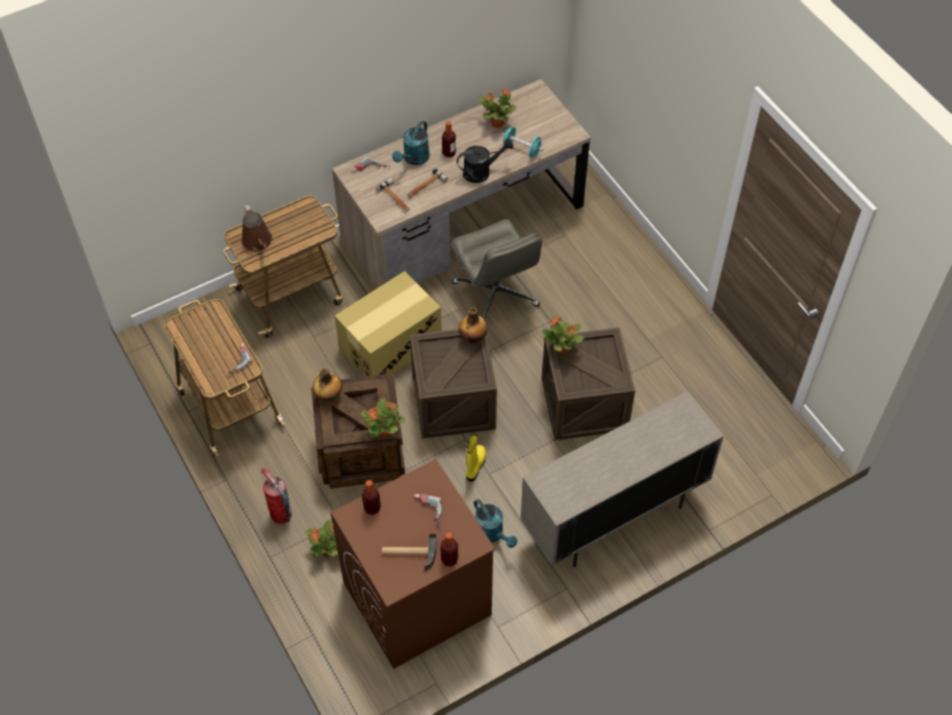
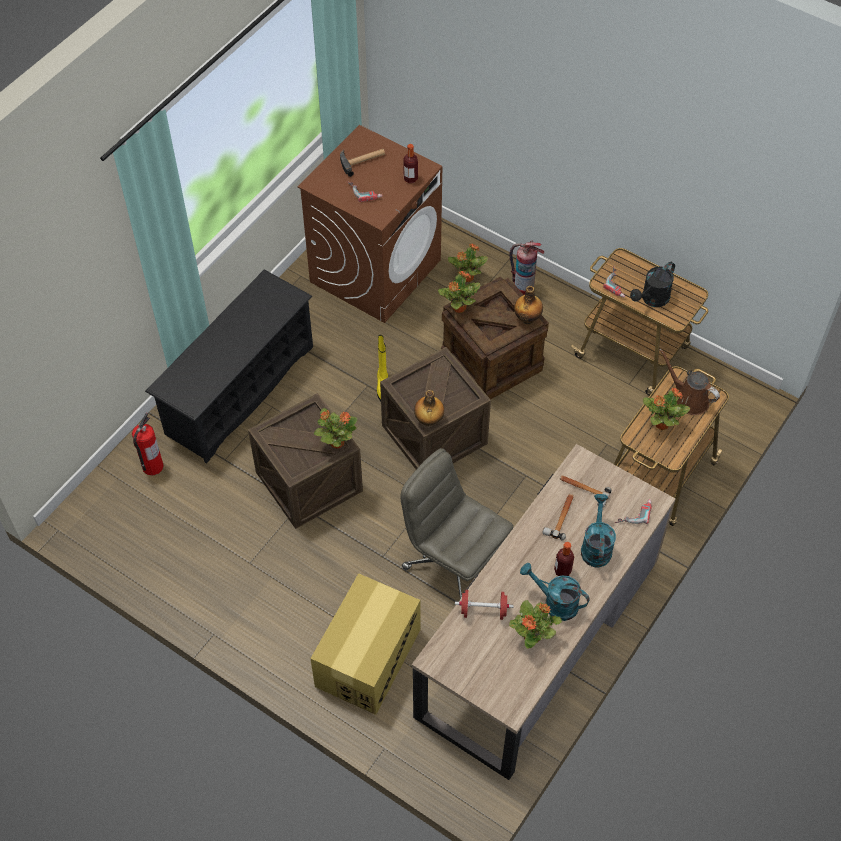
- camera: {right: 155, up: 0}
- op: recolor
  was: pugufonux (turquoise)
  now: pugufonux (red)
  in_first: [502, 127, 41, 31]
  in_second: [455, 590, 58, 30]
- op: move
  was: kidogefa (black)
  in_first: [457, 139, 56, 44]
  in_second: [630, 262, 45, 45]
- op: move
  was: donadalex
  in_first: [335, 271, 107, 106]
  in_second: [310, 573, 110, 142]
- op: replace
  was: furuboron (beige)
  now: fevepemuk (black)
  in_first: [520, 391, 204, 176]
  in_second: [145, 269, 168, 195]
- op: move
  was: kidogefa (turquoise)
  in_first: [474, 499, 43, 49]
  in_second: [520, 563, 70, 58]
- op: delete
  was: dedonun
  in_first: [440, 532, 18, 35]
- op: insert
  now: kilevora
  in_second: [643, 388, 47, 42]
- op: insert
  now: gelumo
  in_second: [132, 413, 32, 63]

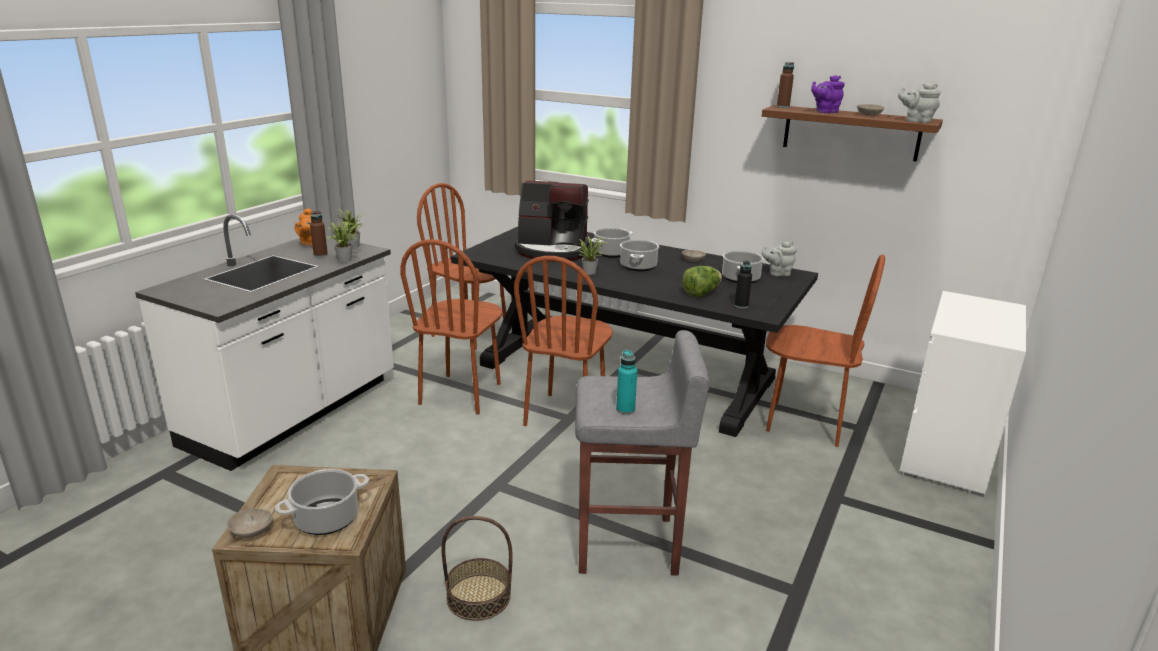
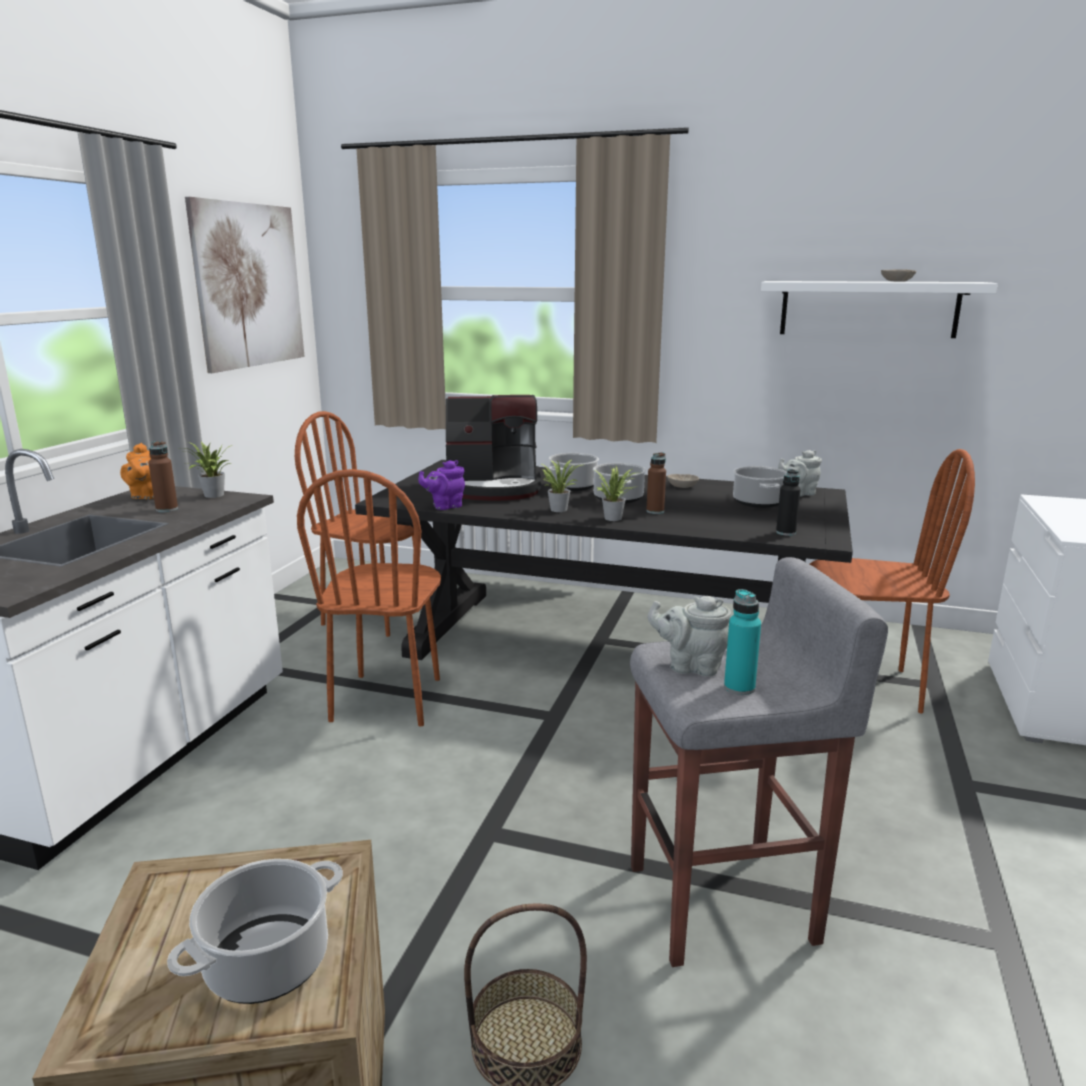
- camera: {right: -10, up: -5}
- op: move
  was: dedonun (brown)
  in_first: [777, 62, 17, 46]
  in_second: [646, 452, 20, 62]
- op: move
  was: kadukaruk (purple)
  in_first: [811, 75, 34, 38]
  in_second: [418, 460, 47, 50]
- op: move
  was: kadukaruk (grey)
  in_first: [898, 83, 43, 40]
  in_second: [648, 596, 83, 81]
- op: recolor
  was: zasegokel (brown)
  now: zasegokel (white)
  in_first: [762, 105, 181, 57]
  in_second: [761, 281, 237, 57]
- op: move
  was: kilevora
  in_first: [327, 220, 31, 42]
  in_second: [595, 466, 41, 55]
- op: delete
  was: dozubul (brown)
  in_first: [514, 256, 99, 170]
- op: delete
  was: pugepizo
  in_first: [682, 266, 40, 31]
- op: delete
  was: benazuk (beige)
  in_first: [227, 508, 46, 30]
- op: insert
  now: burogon
  in_second: [185, 197, 120, 176]

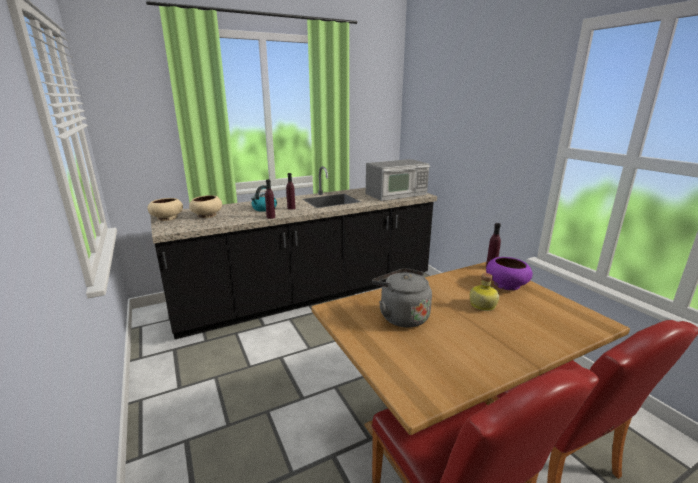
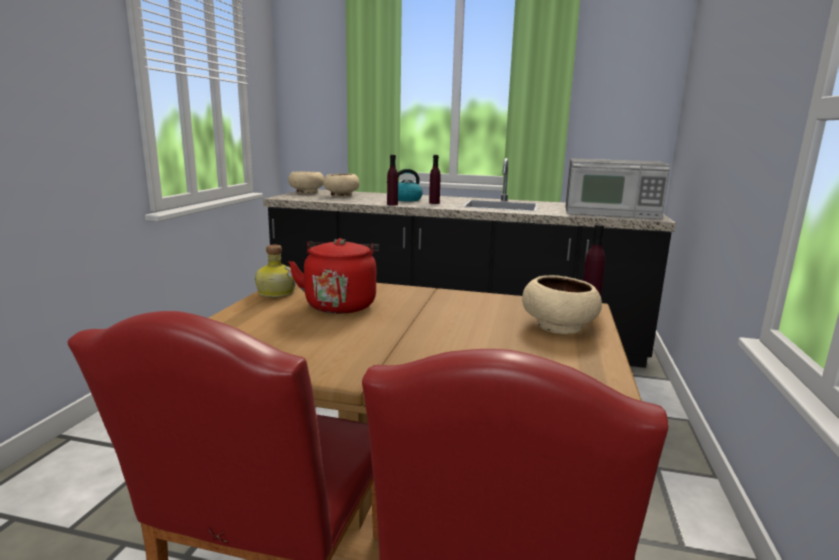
- camera: {right: 40, up: -5}
- op: recolor
  was: benazuk (purple)
  now: benazuk (beige)
  in_first: [486, 257, 47, 33]
  in_second: [522, 275, 80, 59]
- op: recolor
  was: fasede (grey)
  now: fasede (red)
  in_first: [372, 268, 60, 60]
  in_second: [289, 238, 90, 76]
- op: move
  was: dedonun
  in_first: [470, 273, 29, 38]
  in_second: [255, 245, 41, 52]

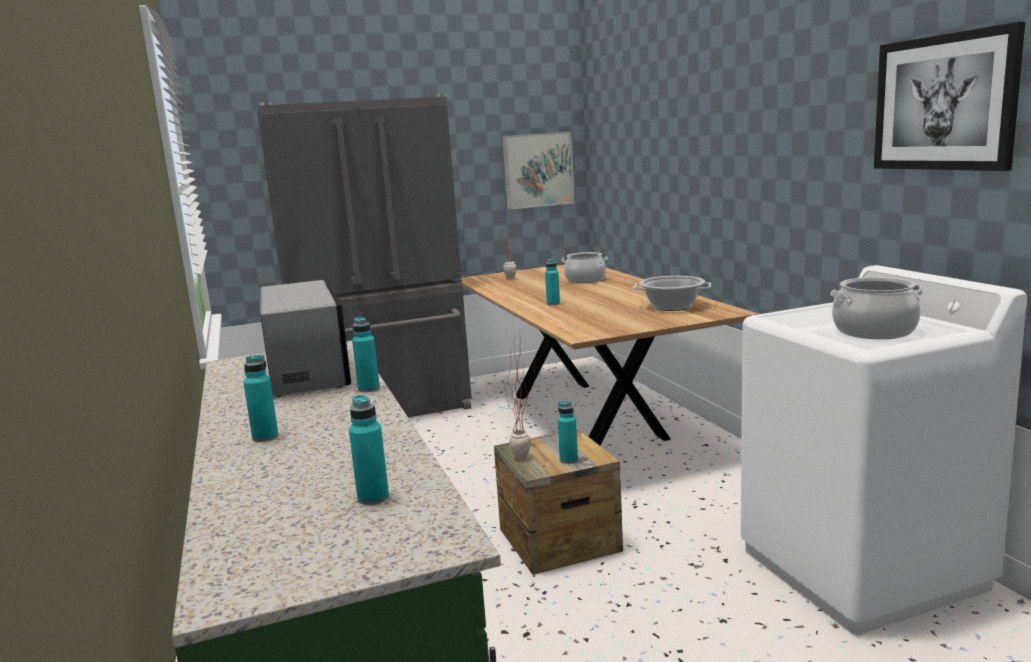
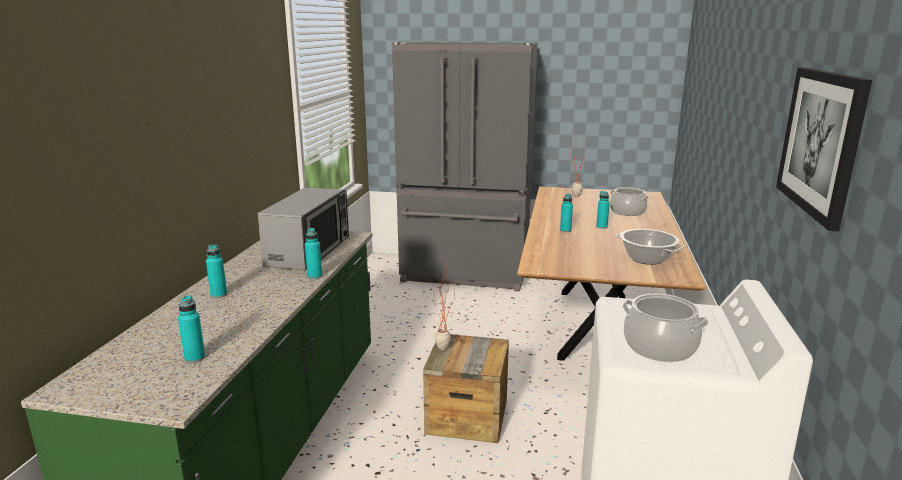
- camera: {right: 30, up: 5}
- op: delete
  was: burogon
  in_first: [503, 132, 71, 78]
- op: move
  was: dedonun (turquoise)
  in_first: [558, 401, 20, 63]
  in_second: [596, 191, 14, 38]

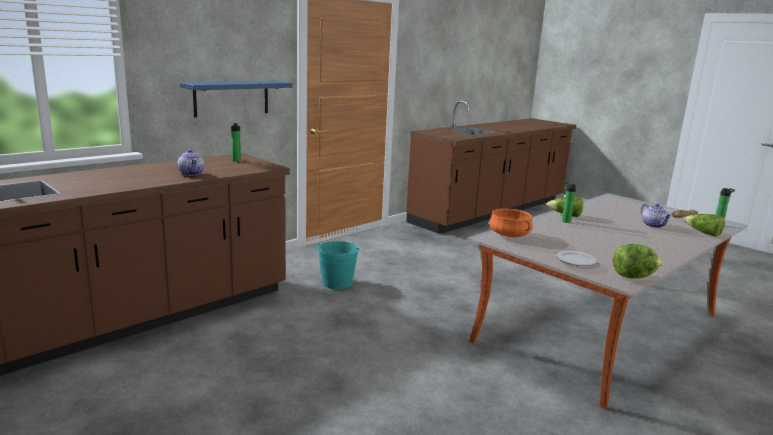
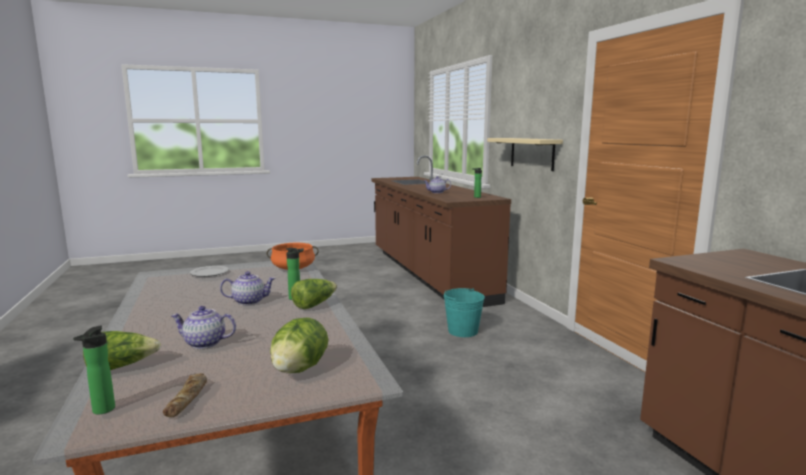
- camera: {right: 115, up: -5}
- op: recolor
  was: zasegokel (blue)
  now: zasegokel (beige)
  in_first: [180, 81, 112, 36]
  in_second: [487, 138, 76, 33]
- op: move
  was: pugepizo
  in_first: [613, 244, 49, 35]
  in_second: [270, 317, 59, 56]
- op: insert
  now: kadukaruk
  in_second: [220, 271, 55, 34]

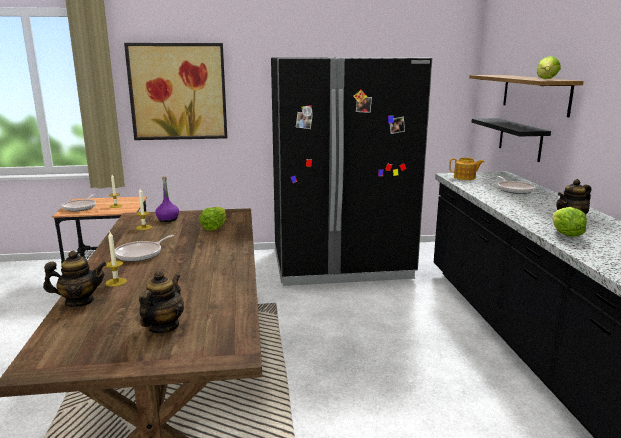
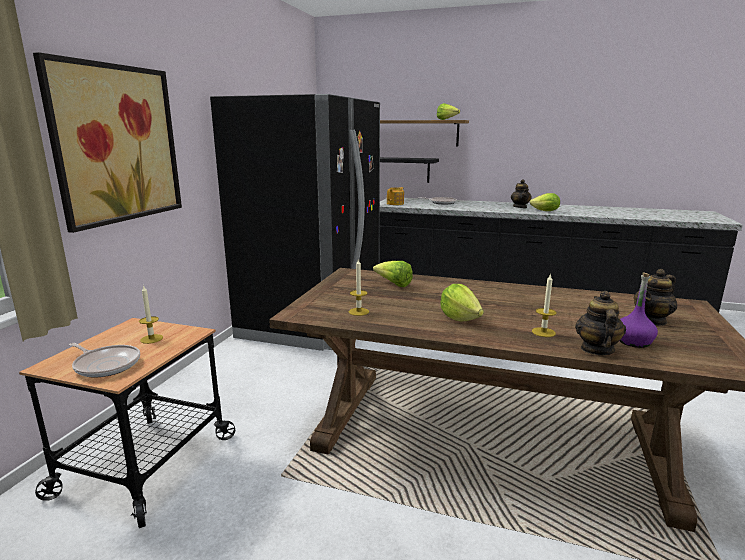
- camera: {right: -65, up: 0}
- op: move
  was: dedonun (purple)
  in_first: [155, 176, 24, 46]
  in_second: [620, 272, 38, 76]
- op: replace
  was: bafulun
  now: pugepizo
  in_first: [115, 235, 59, 27]
  in_second: [440, 284, 44, 38]
- op: rotate
  was: kadukaruk
  in_first: [139, 271, 45, 63]
  in_second: [634, 269, 43, 57]
  clockwise: -75

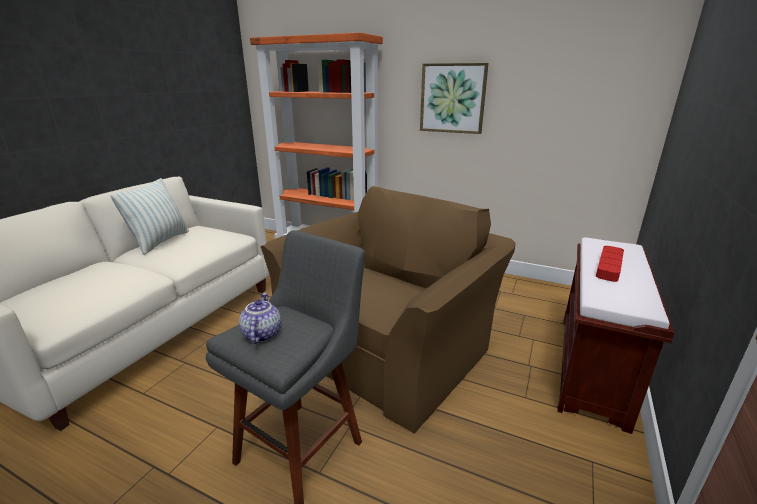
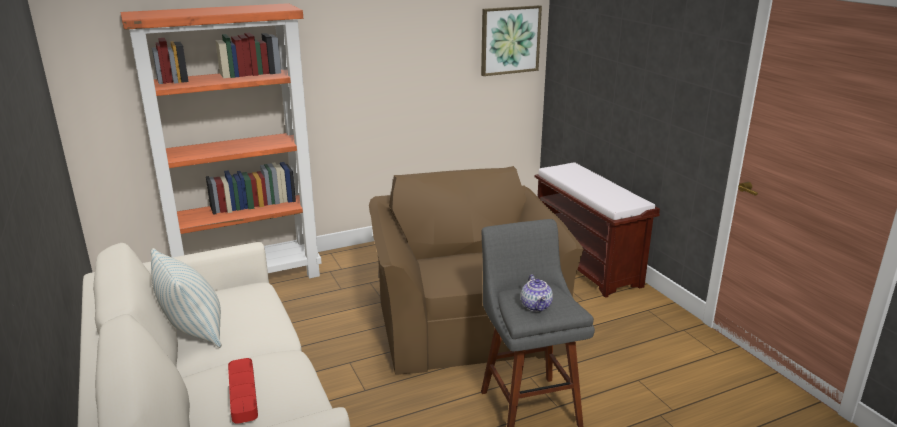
- camera: {right: -50, up: 0}
- op: move
  was: burogon
  in_first: [420, 63, 69, 71]
  in_second: [481, 5, 61, 71]
- op: move
  was: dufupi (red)
  in_first: [596, 246, 28, 36]
  in_second: [228, 358, 30, 66]
- op: rotate
  was: kadukaruk
  in_first: [239, 293, 42, 51]
  in_second: [521, 274, 32, 38]
  clockwise: -135

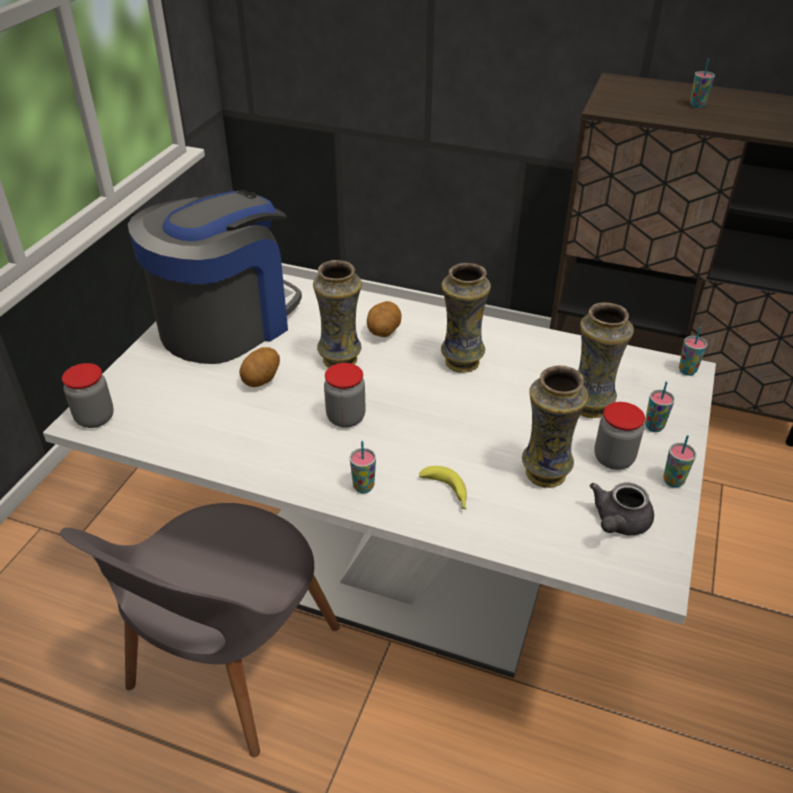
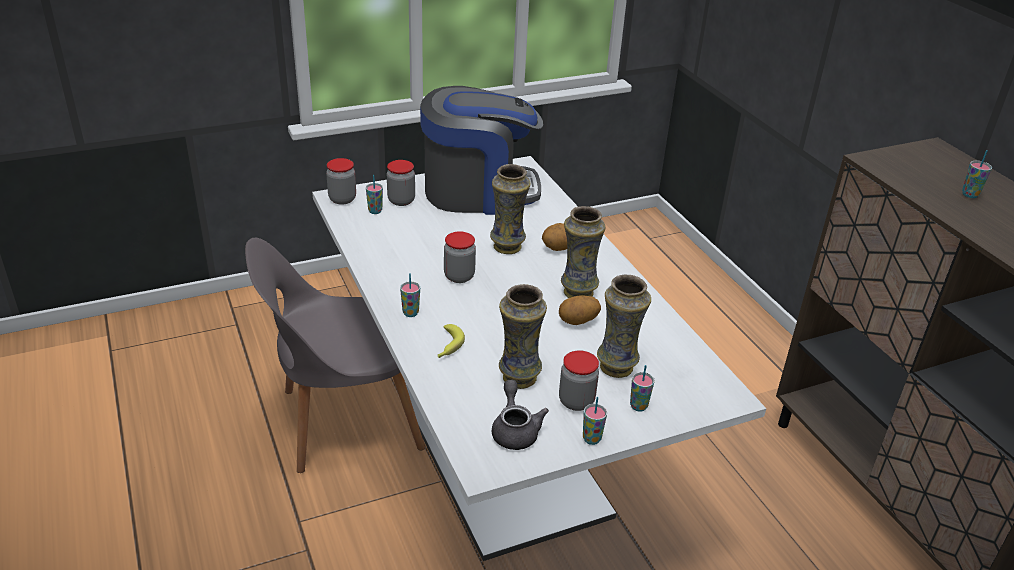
- camera: {right: 45, up: -5}
- op: move
  was: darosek
  in_first: [679, 327, 28, 49]
  in_second: [366, 175, 17, 39]
- op: move
  was: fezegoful
  in_first: [239, 347, 41, 40]
  in_second: [559, 296, 42, 29]
- op: rotate
  was: kadukaruk (grey)
  in_first: [590, 482, 64, 53]
  in_second: [492, 380, 57, 70]
  clockwise: 90
- op: insert
  now: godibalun
  in_second: [387, 160, 28, 46]

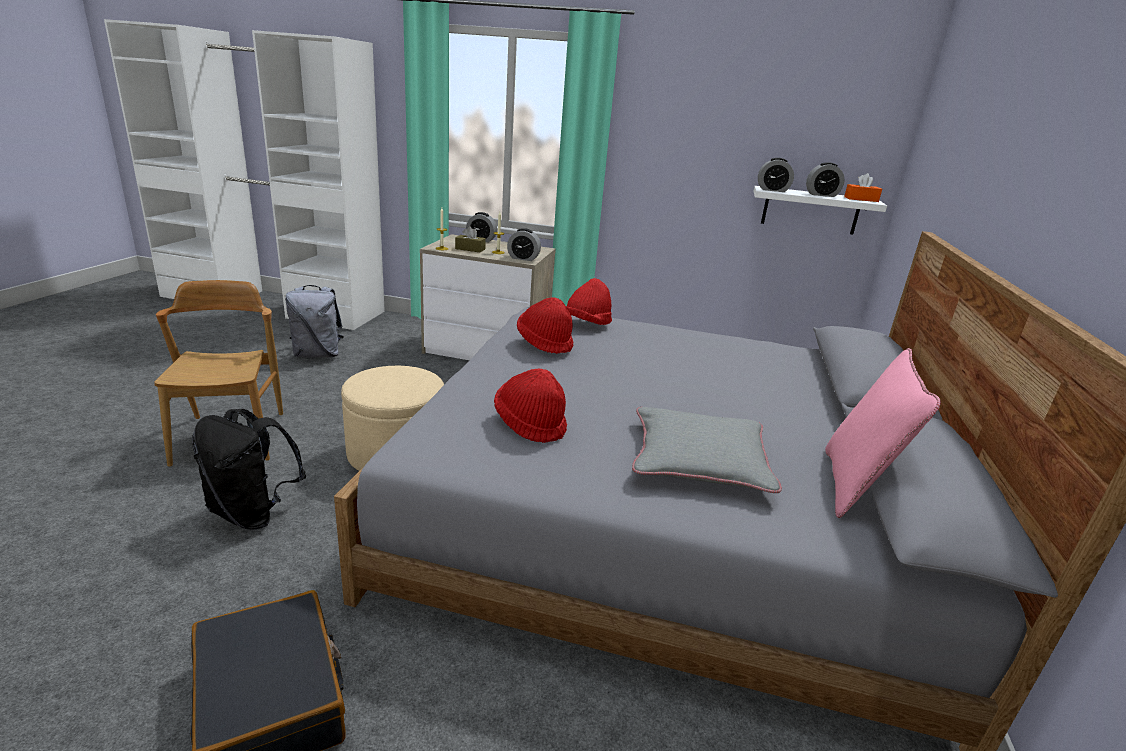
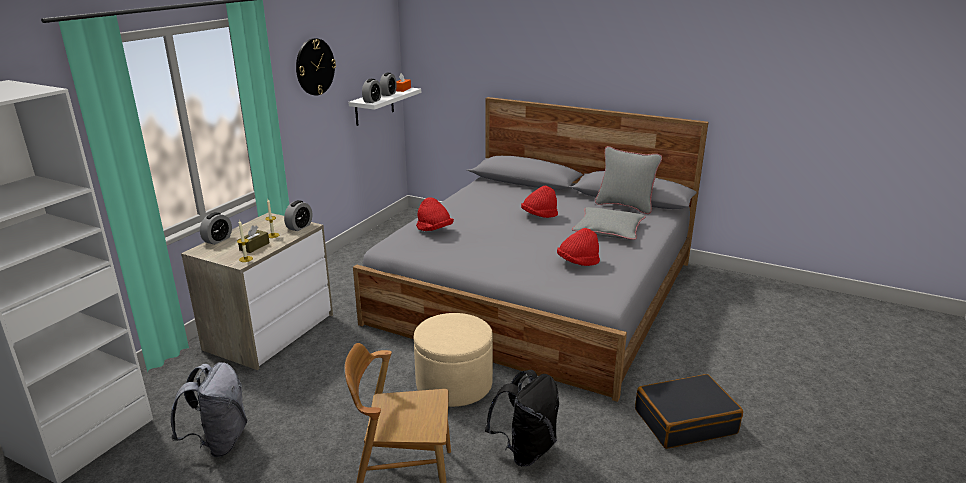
- camera: {right: -75, up: 0}
- op: move
  was: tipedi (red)
  in_first: [517, 297, 56, 57]
  in_second: [521, 186, 37, 32]
- op: recolor
  was: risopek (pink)
  now: risopek (grey)
  in_first: [825, 348, 116, 170]
  in_second: [595, 146, 67, 68]
- op: insert
  now: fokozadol
  in_second: [296, 38, 40, 57]

